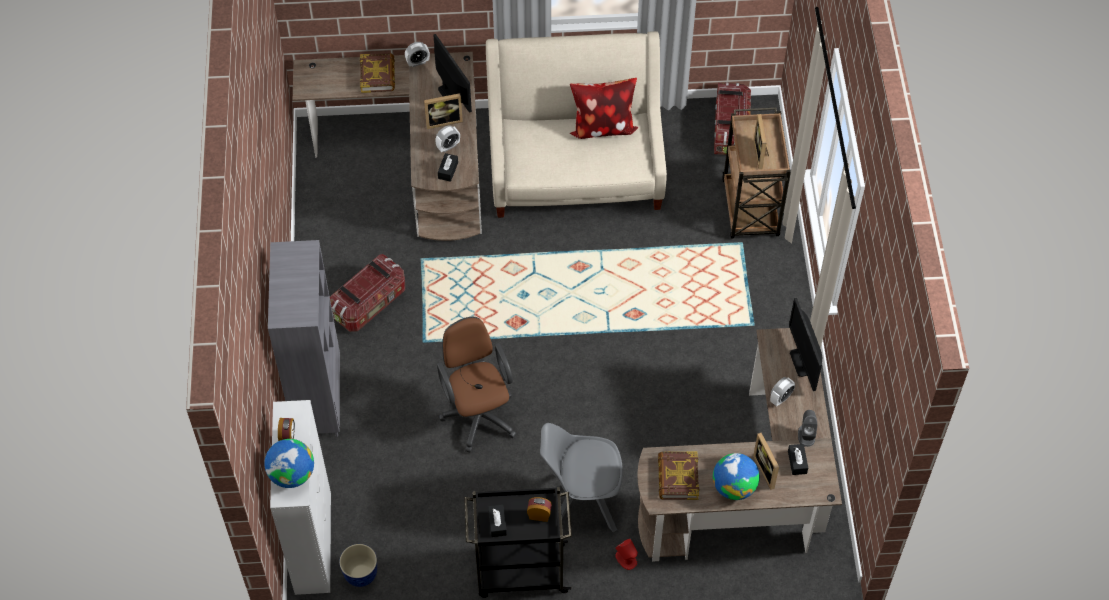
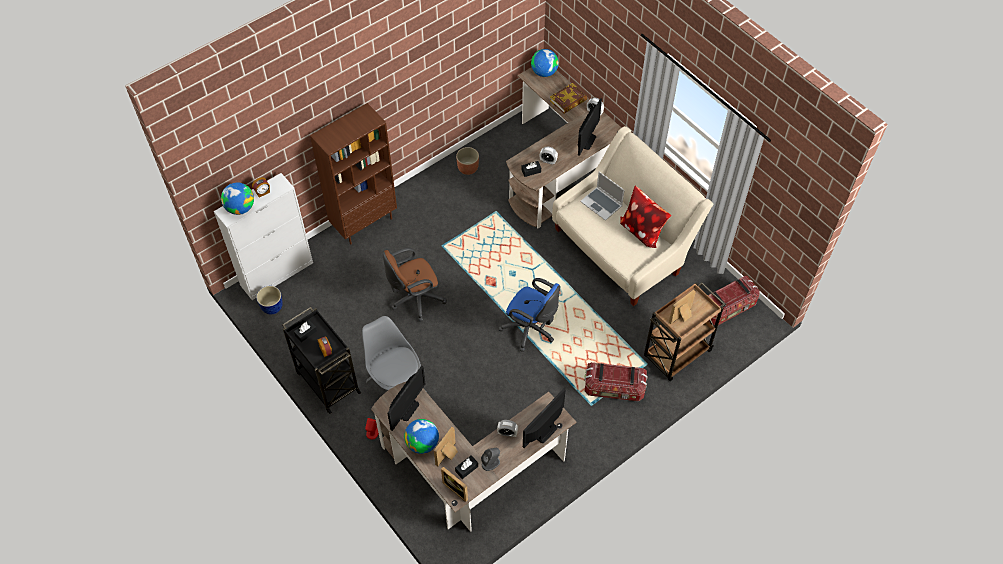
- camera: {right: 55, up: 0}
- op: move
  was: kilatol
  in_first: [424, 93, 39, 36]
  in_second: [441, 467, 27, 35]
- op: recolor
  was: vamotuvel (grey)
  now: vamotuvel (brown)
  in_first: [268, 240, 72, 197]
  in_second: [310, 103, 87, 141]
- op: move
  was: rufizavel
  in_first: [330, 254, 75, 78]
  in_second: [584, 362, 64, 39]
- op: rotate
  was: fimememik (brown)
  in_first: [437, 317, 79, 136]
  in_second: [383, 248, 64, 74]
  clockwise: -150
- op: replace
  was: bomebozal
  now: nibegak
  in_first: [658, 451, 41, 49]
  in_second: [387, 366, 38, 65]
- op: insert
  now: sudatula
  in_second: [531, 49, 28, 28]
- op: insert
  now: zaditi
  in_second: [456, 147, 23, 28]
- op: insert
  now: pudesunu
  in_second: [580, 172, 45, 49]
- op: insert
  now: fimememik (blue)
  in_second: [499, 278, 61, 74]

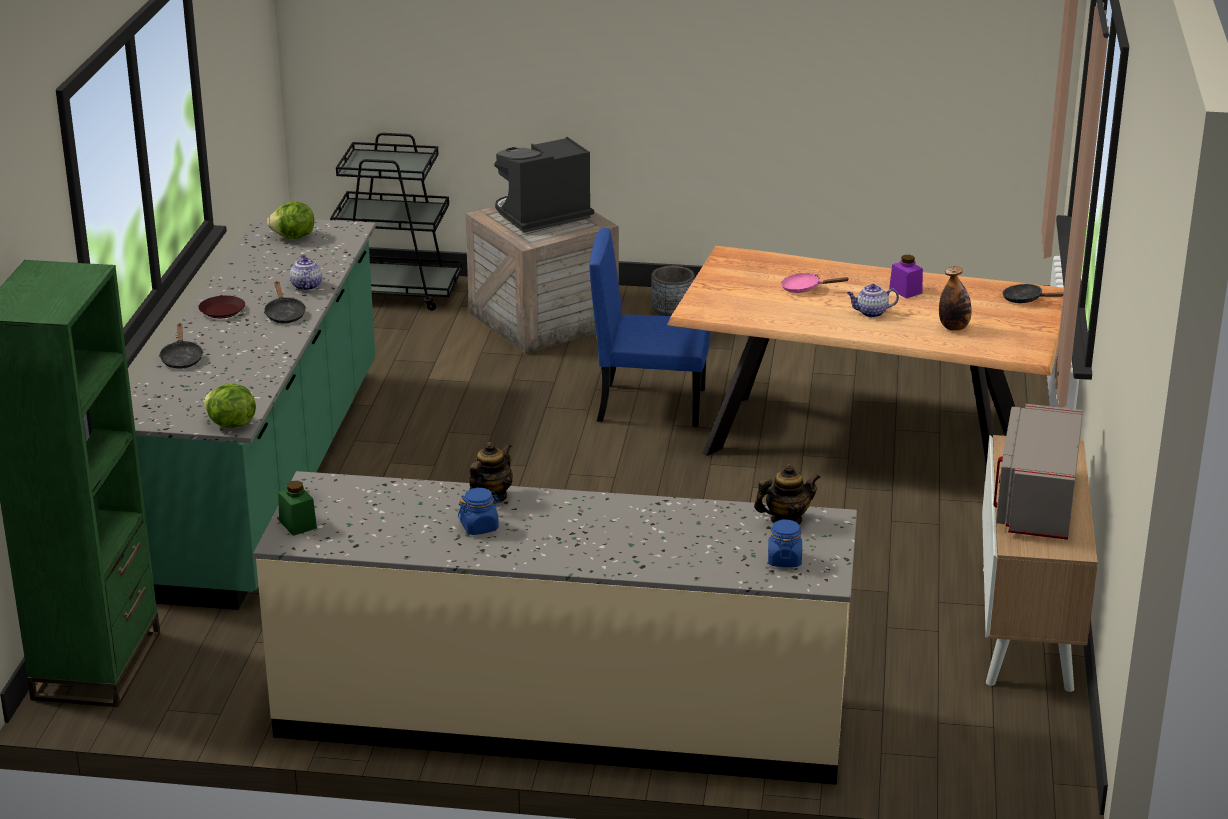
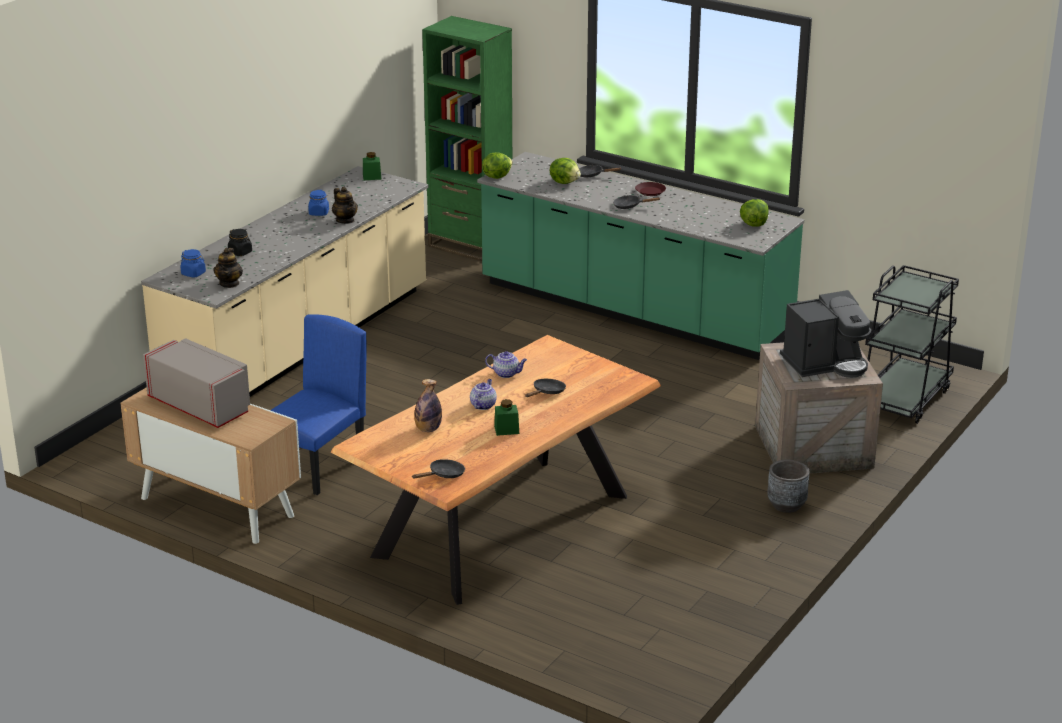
- camera: {right: 115, up: 0}
- op: rotate
  was: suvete
  in_first: [494, 137, 100, 96]
  in_second: [780, 290, 91, 88]
  clockwise: 75
- op: move
  was: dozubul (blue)
  in_first: [589, 228, 122, 199]
  in_second: [270, 314, 96, 181]
- op: move
  was: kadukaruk
  in_first: [290, 255, 32, 36]
  in_second: [485, 351, 42, 27]
- op: recolor
  was: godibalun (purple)
  now: godibalun (green)
  in_first: [889, 255, 34, 43]
  in_second: [494, 399, 25, 37]
- op: recolor
  was: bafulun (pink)
  now: bafulun (black)
  in_first: [781, 273, 67, 20]
  in_second: [525, 379, 41, 18]
- op: insert
  now: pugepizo
  in_second: [549, 158, 32, 26]
- op: insert
  now: godibalun (black)
  in_second: [228, 229, 24, 27]

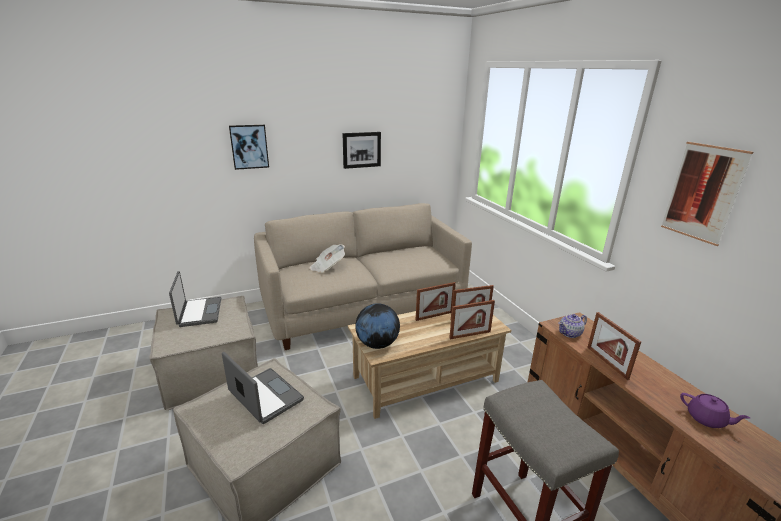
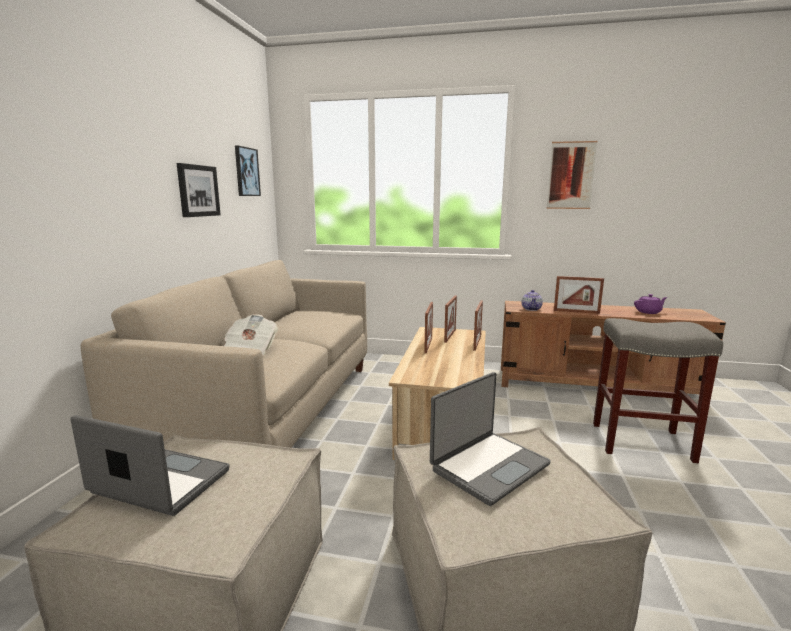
- camera: {right: -55, up: -10}
- op: move
  was: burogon
  in_first: [229, 125, 40, 45]
  in_second: [235, 145, 26, 51]
- op: delete
  was: sudatula
  in_first: [355, 303, 45, 46]
- op: rotate
  was: pudesunu
  in_first: [222, 352, 82, 72]
  in_second: [430, 372, 121, 134]
  clockwise: 150

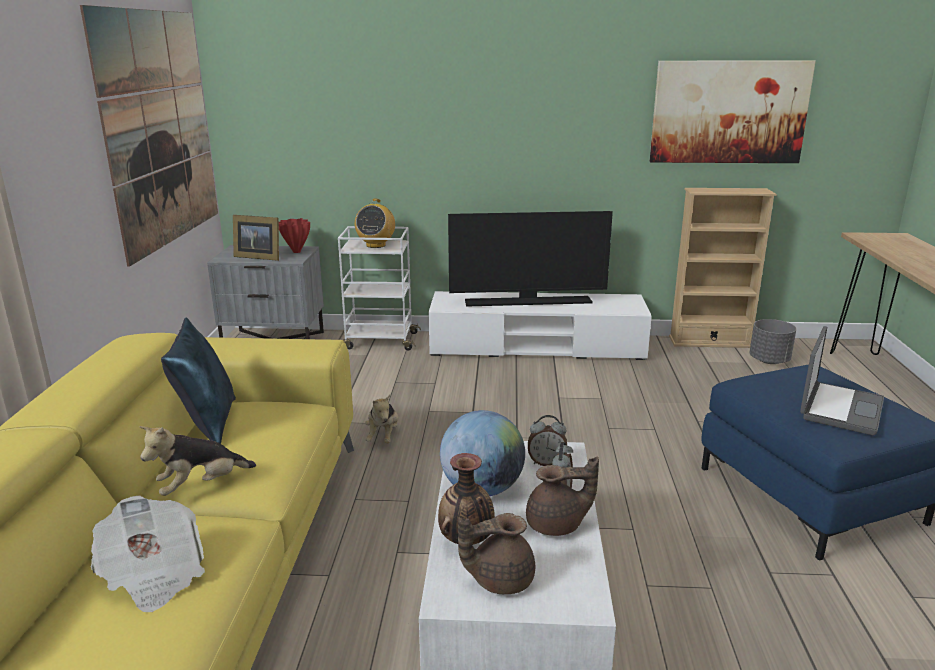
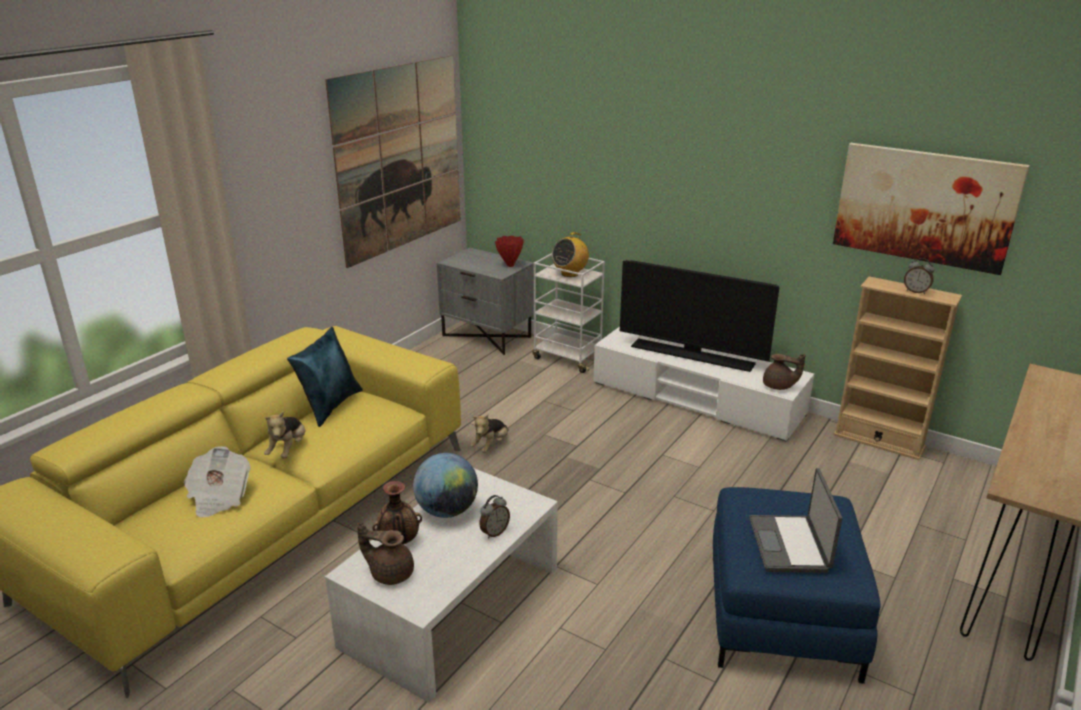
- camera: {right: 30, up: 5}
- op: delete
  was: kilatol
  in_first: [233, 215, 46, 46]
- op: delete
  was: zaditi (grey)
  in_first: [750, 319, 46, 45]
- op: rotate
  was: pudesunu
  in_first: [800, 326, 84, 109]
  in_second: [749, 468, 93, 105]
  clockwise: 120
- op: move
  was: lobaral
  in_first: [528, 415, 39, 51]
  in_second: [904, 258, 30, 36]
- op: rotate
  was: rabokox
  in_first: [139, 426, 117, 70]
  in_second: [264, 412, 42, 46]
  clockwise: -75
- op: move
  was: kadukaruk (brown)
  in_first: [526, 456, 73, 80]
  in_second: [763, 354, 43, 36]

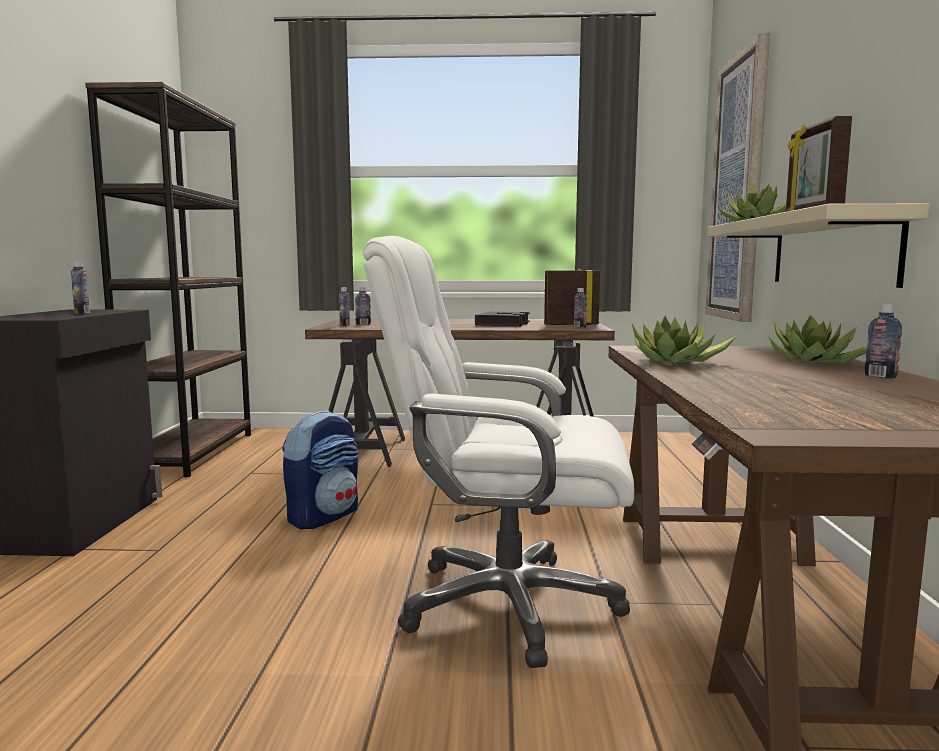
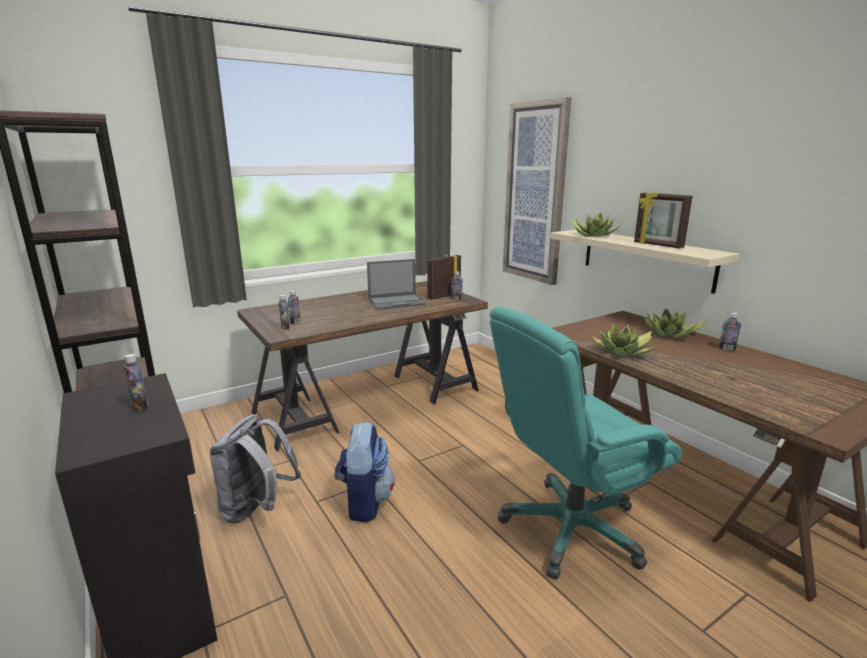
- camera: {right: -35, up: 10}
- op: recolor
  was: fimememik (white)
  now: fimememik (turquoise)
  in_first: [363, 236, 271, 432]
  in_second: [490, 307, 192, 272]
- op: replace
  was: bomebozal
  now: pudesunu
  in_first: [475, 311, 55, 15]
  in_second: [367, 259, 59, 51]
- op: insert
  now: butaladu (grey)
  in_second: [210, 414, 91, 109]

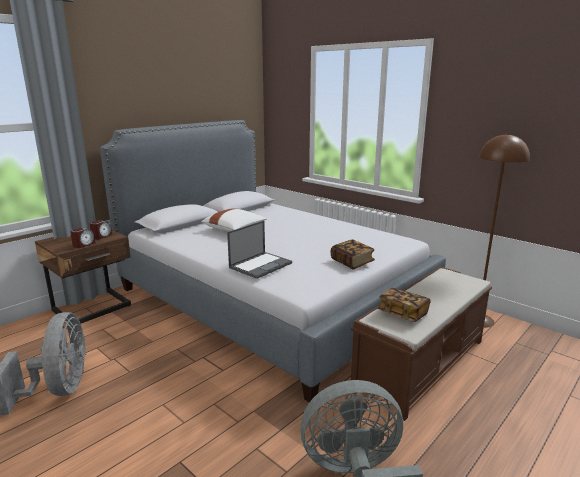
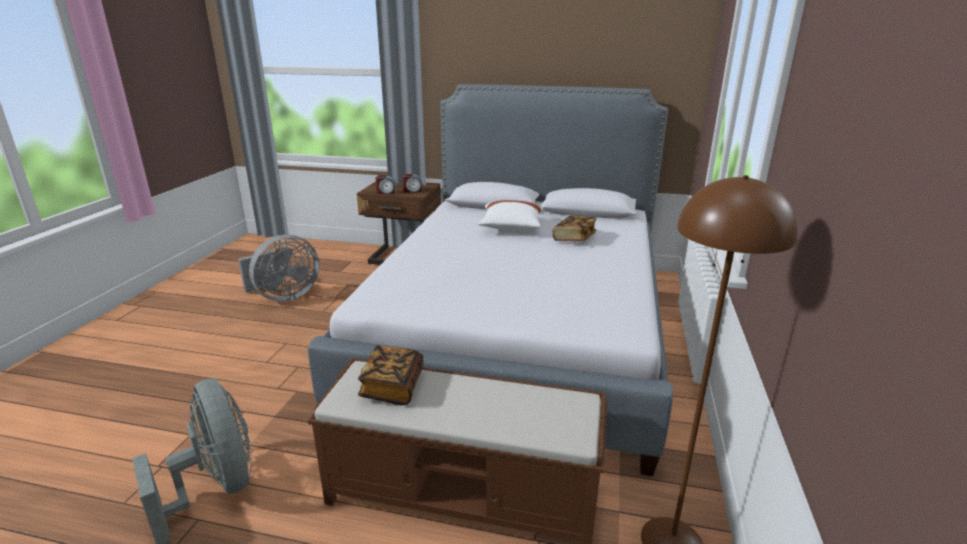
- camera: {right: 60, up: 5}
- op: delete
  was: pudesunu
  in_first: [227, 221, 65, 58]
- op: move
  was: bomebozal
  in_first: [330, 239, 45, 30]
  in_second: [553, 216, 43, 25]

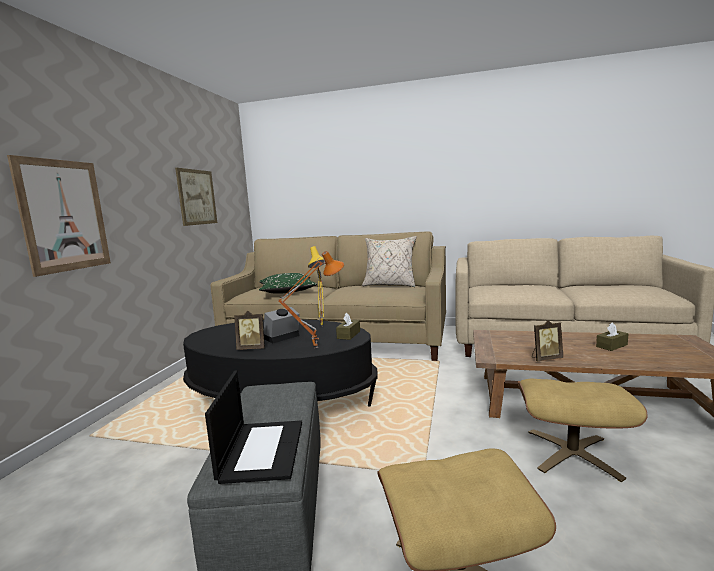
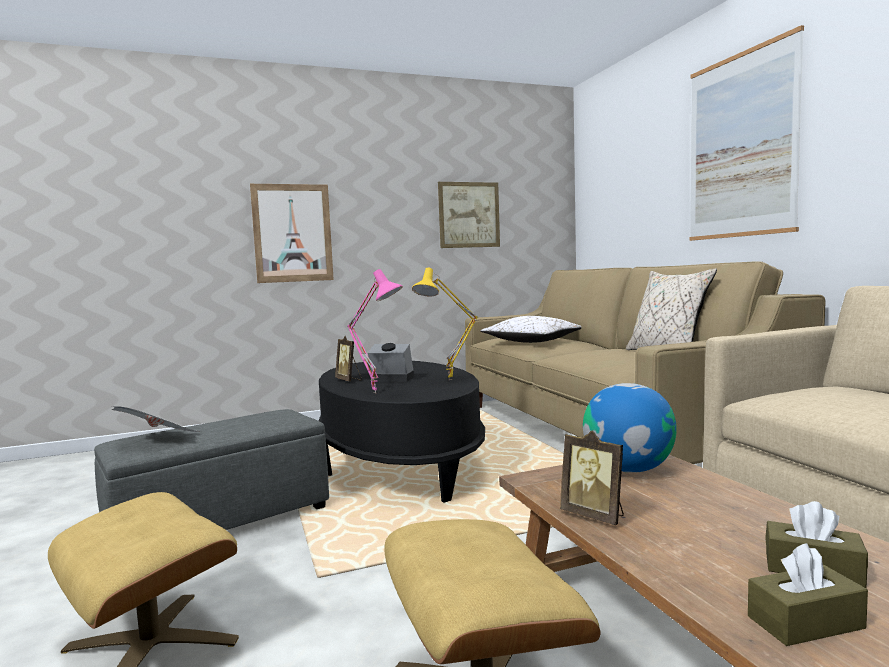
- camera: {right: 55, up: -5}
- op: recolor
  was: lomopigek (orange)
  now: lomopigek (pink)
  in_first: [278, 251, 66, 97]
  in_second: [347, 269, 56, 125]
- op: recolor
  was: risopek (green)
  now: risopek (white)
  in_first: [259, 273, 58, 21]
  in_second: [480, 316, 101, 27]
- op: move
  was: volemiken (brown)
  in_first: [336, 312, 24, 28]
  in_second: [748, 543, 120, 103]
- op: replace
  was: pudesunu
  now: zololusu
  in_first: [205, 371, 97, 113]
  in_second: [112, 406, 88, 26]
- op: insert
  now: burogon
  in_second: [689, 25, 115, 216]
- op: insert
  now: sudatula
  in_second: [583, 383, 94, 90]

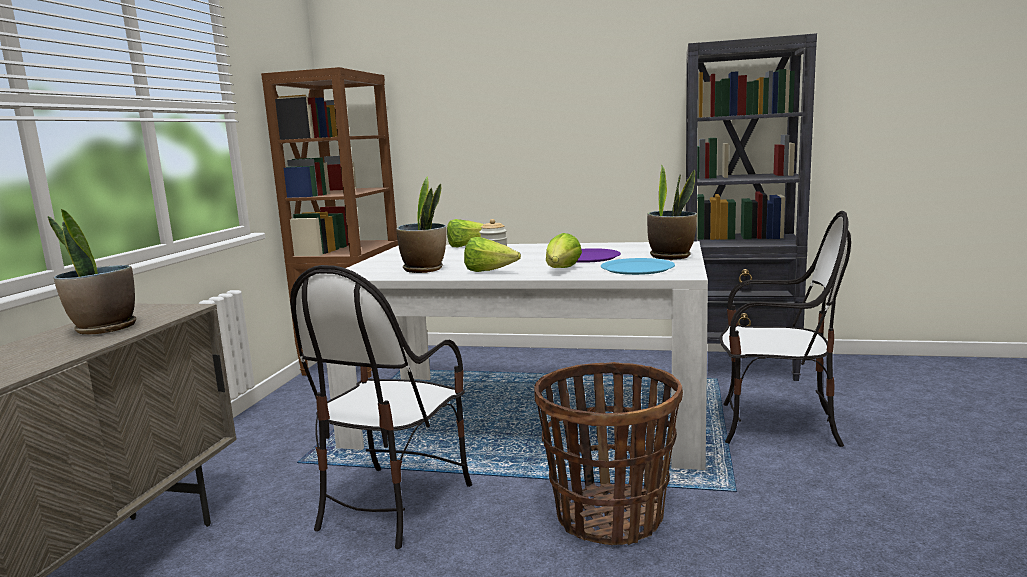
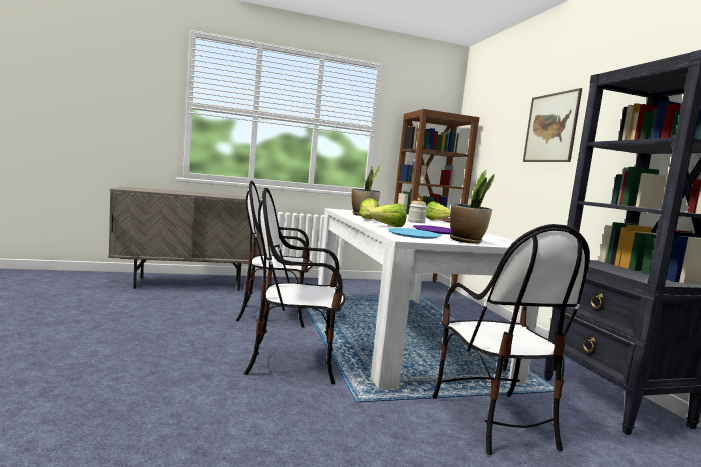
- camera: {right: 60, up: -5}
- op: delete
  was: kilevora
  in_first: [48, 209, 88, 126]
- op: replace
  was: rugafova
  now: dozubul
  in_first: [534, 362, 149, 183]
  in_second: [244, 188, 102, 196]
- op: insert
  now: burogon
  in_second: [523, 88, 59, 74]

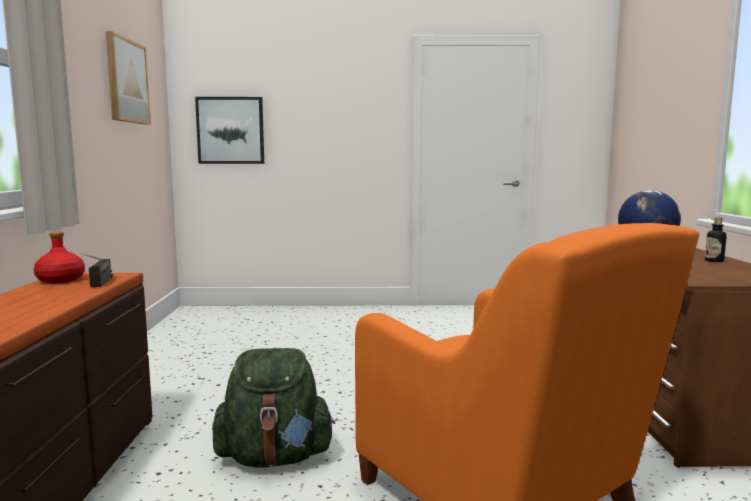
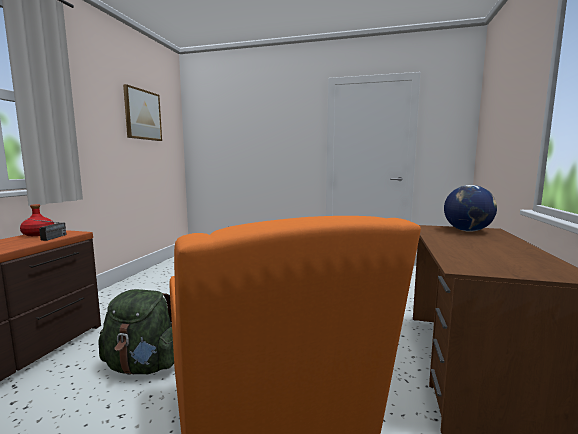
- camera: {right: 15, up: 0}
- op: delete
  was: burogon
  in_first: [195, 97, 69, 67]
- op: delete
  was: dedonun
  in_first: [705, 217, 22, 45]

